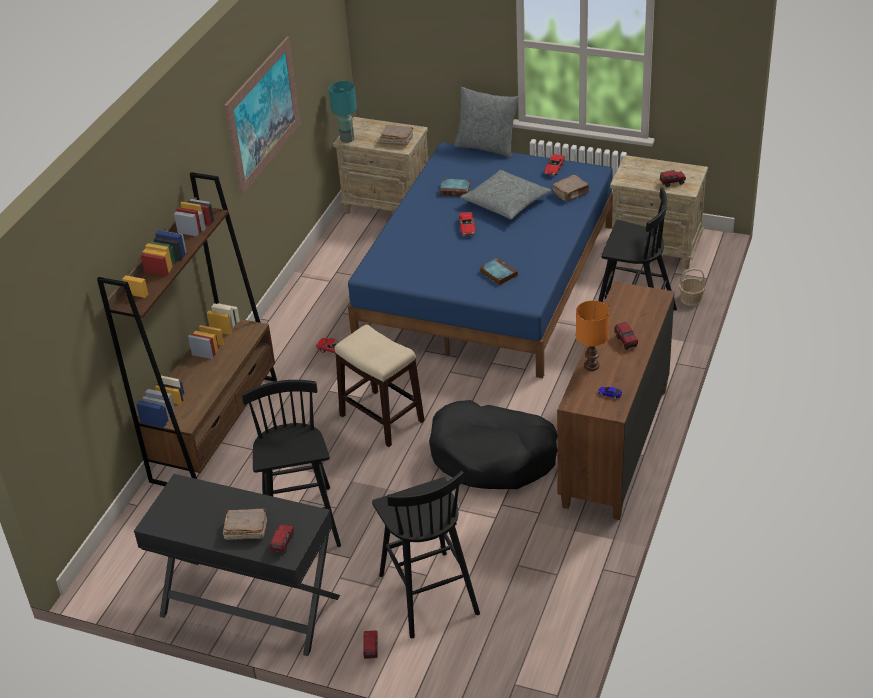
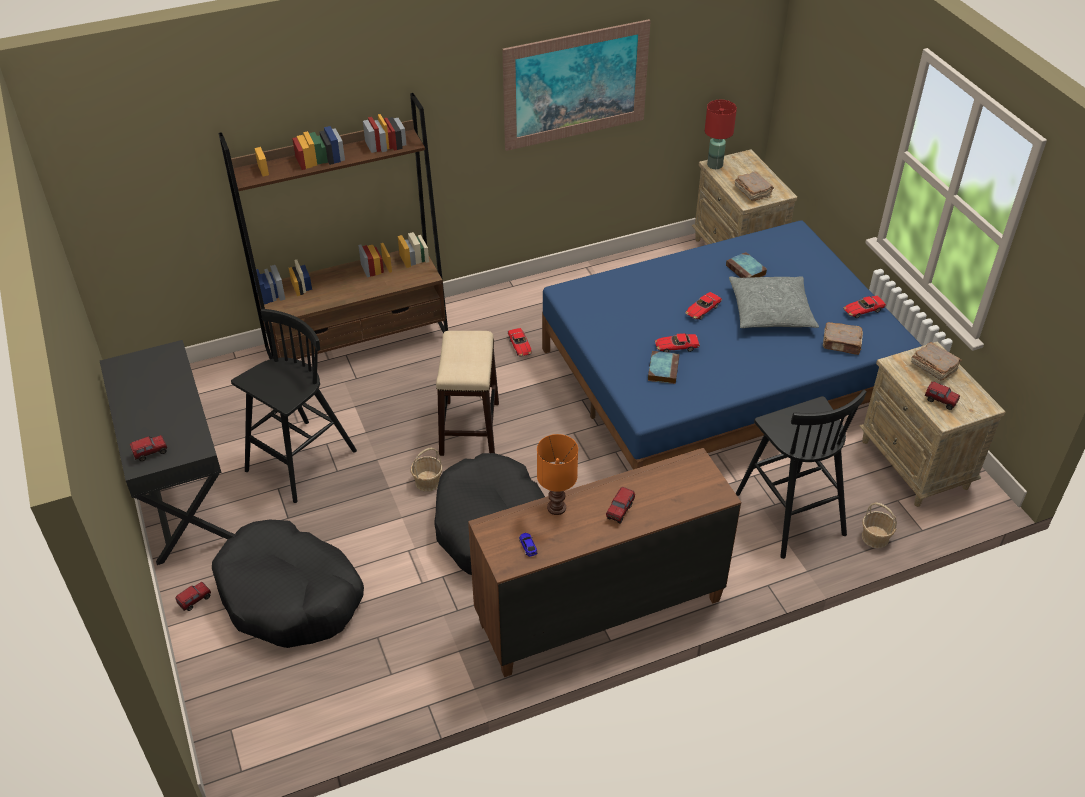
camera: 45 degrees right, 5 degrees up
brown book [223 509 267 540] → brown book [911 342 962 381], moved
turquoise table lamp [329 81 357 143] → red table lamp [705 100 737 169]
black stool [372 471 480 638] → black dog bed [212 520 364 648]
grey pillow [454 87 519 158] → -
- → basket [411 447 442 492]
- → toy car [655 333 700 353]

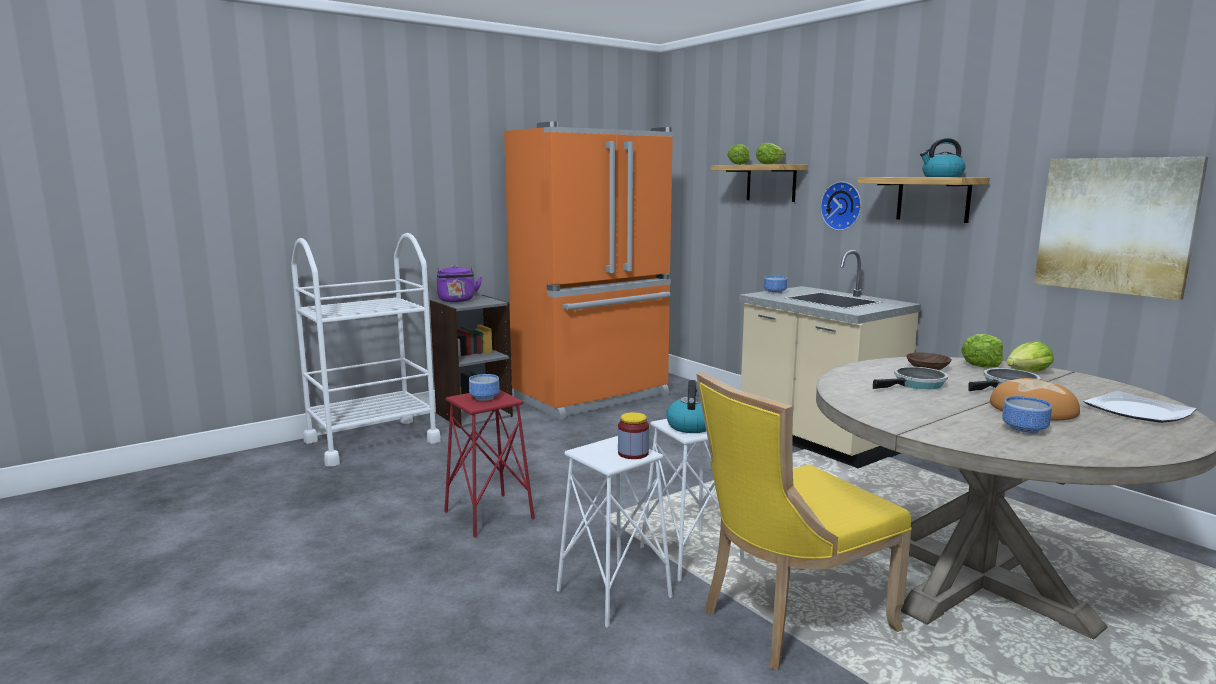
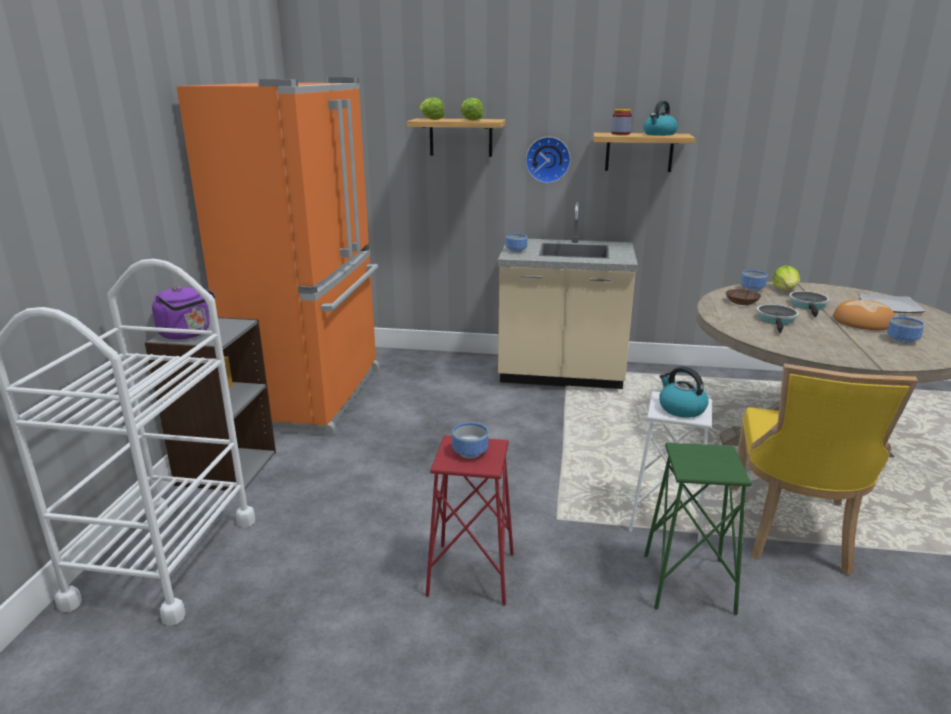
camera: 45 degrees left, 10 degrees up
white stool [557 436 673 628] → green stool [644 443 752 615]
jar [618 412 649 459] → jar [611 109 632 135], moved
lettuce [961 334 1003 368] → bowl [741 270 768 292]
picture [1034 157 1208 300] → -

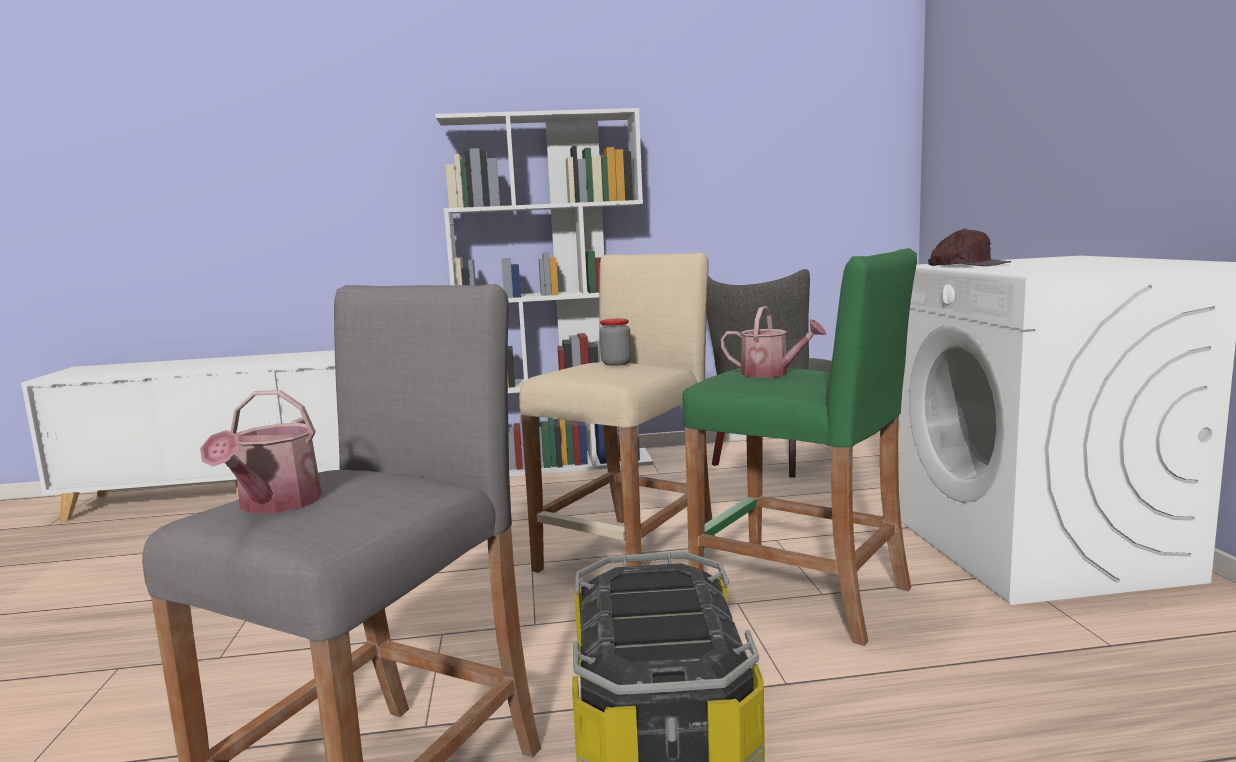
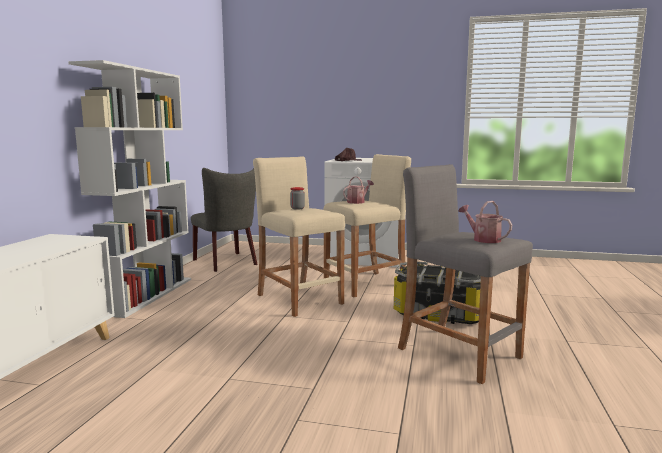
camera: 70 degrees left, 0 degrees up
watering can [200 390 322 514] → watering can [458 201 512 243], 150 degrees counterclockwise
green stool [682 248 917 646] → beige stool [323 154 411 297]

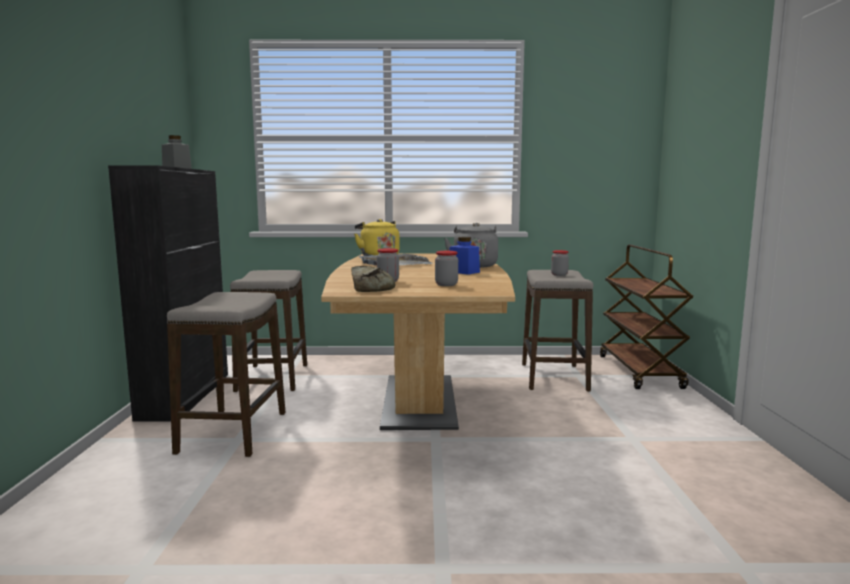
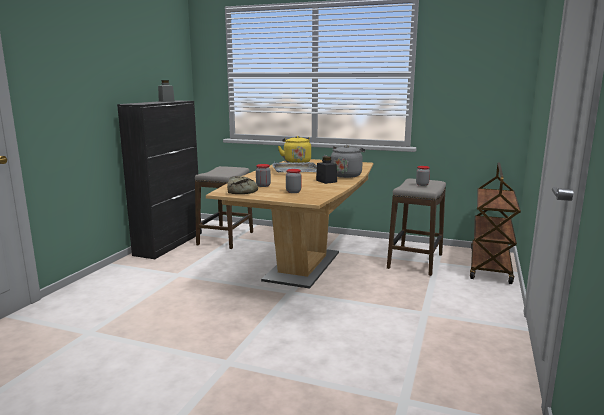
camera: 20 degrees right, 5 degrees up
stool [167 292 286 457] → -
blue jar [449 237 480 275] → black jar [316 156 337 184]

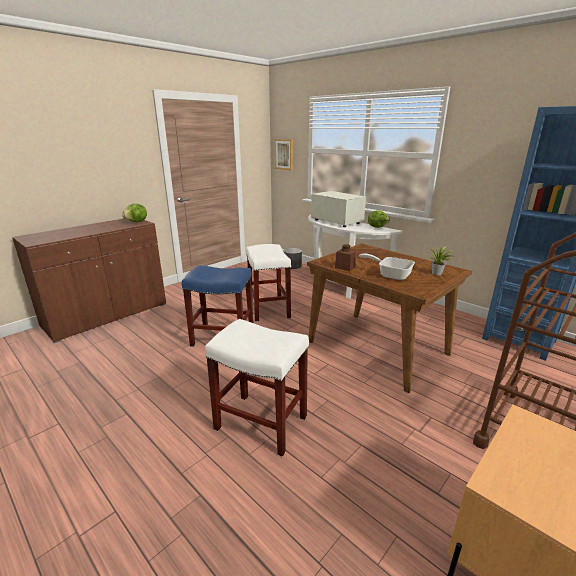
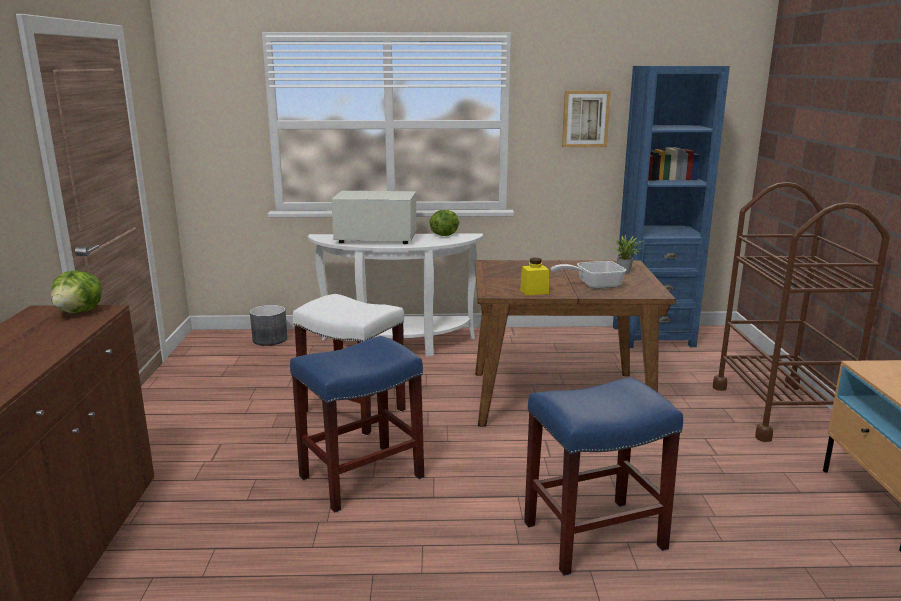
camera: 45 degrees left, 5 degrees down
white stool [205 319 309 457] → blue stool [524 377 683 576]
picture [274 139 293 170] → picture [562 91 611 147], moved
brown jar [335 244 356 271] → yellow jar [520 258 549 295]

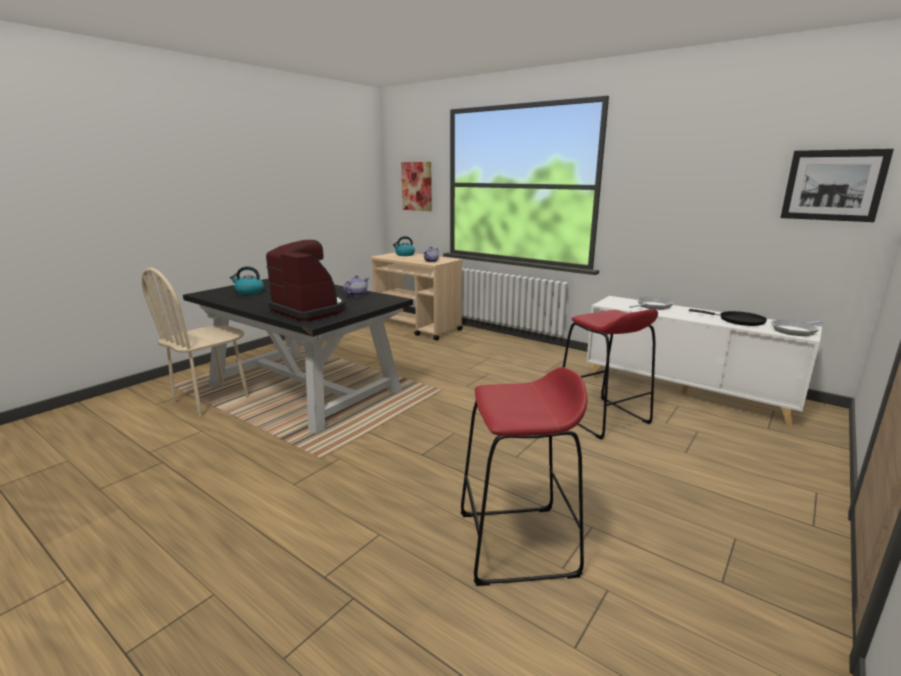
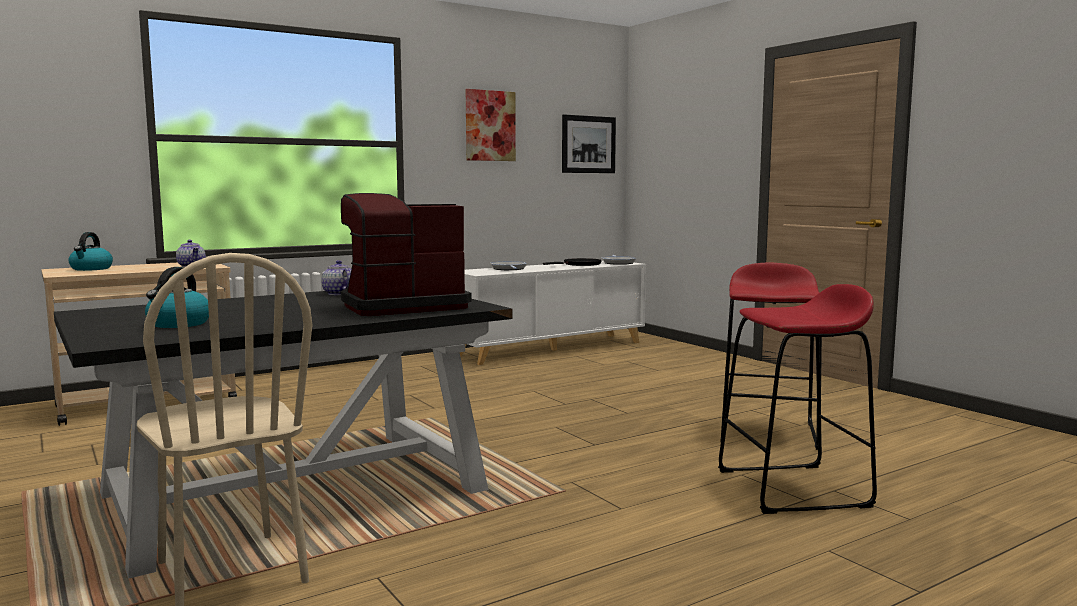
camera: 70 degrees left, 10 degrees down
picture [401 162 432 211] → picture [466 89 516 161], moved
red stool [563 309 658 440] → red stool [718 284 877 514], moved

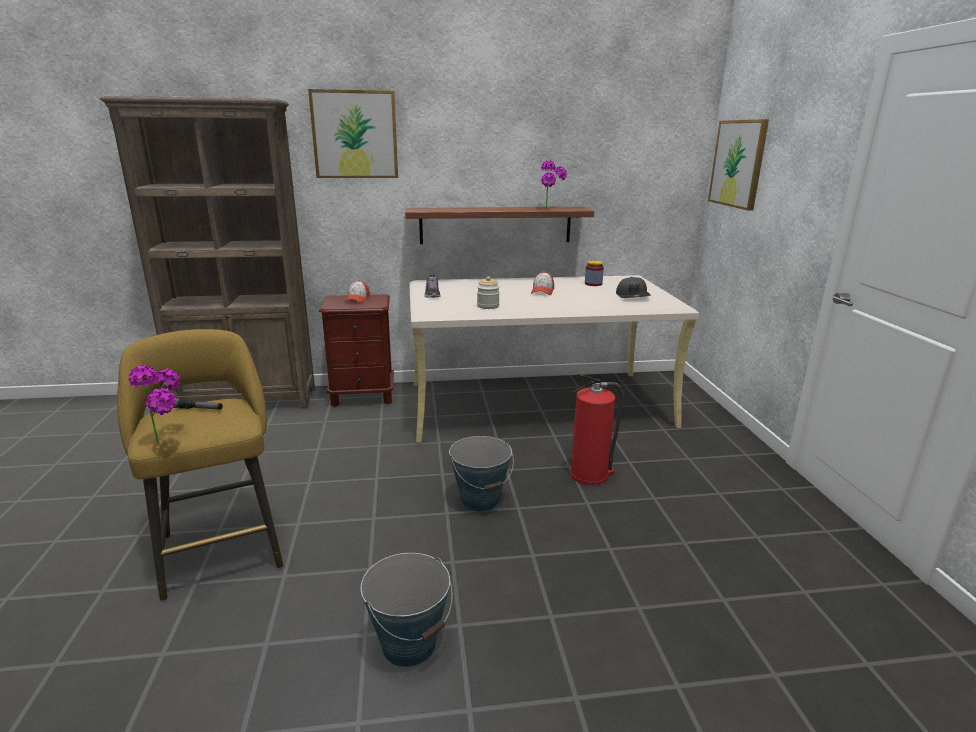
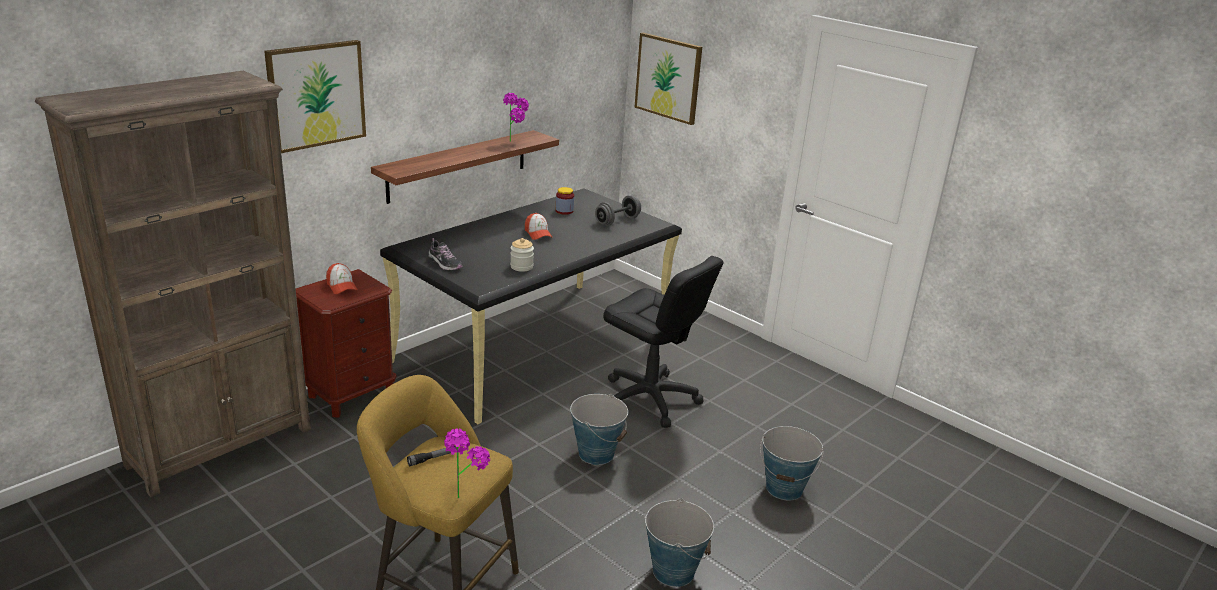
camera: 40 degrees left, 5 degrees up
beige desk [409 275 699 443] → black desk [380 189 682 424]
fire extinguisher [570 374 624 486] → black office chair [603 256 723 428]
grey cap [616 277 651 298] → grey dumbbell [595 195 641 226]
- → bucket [760 426 824 501]

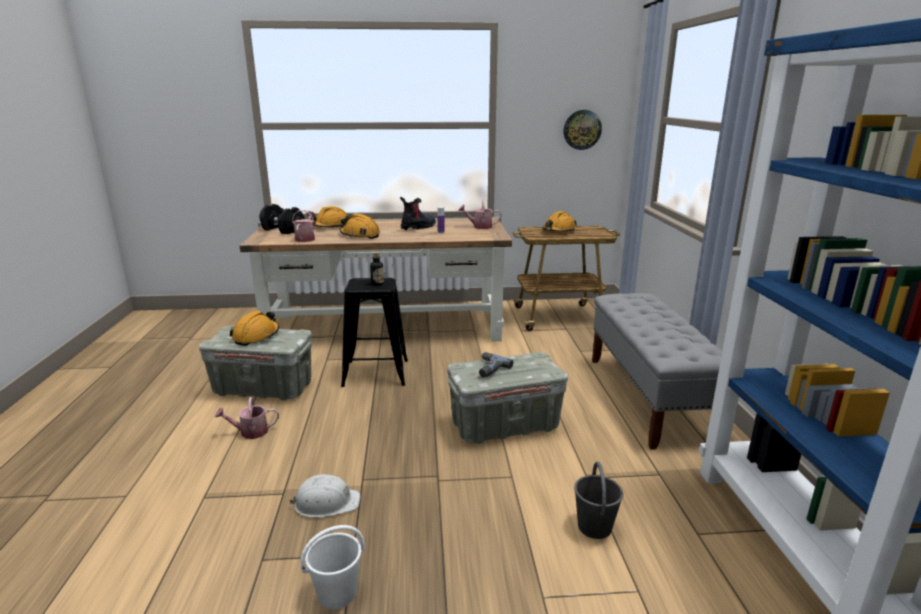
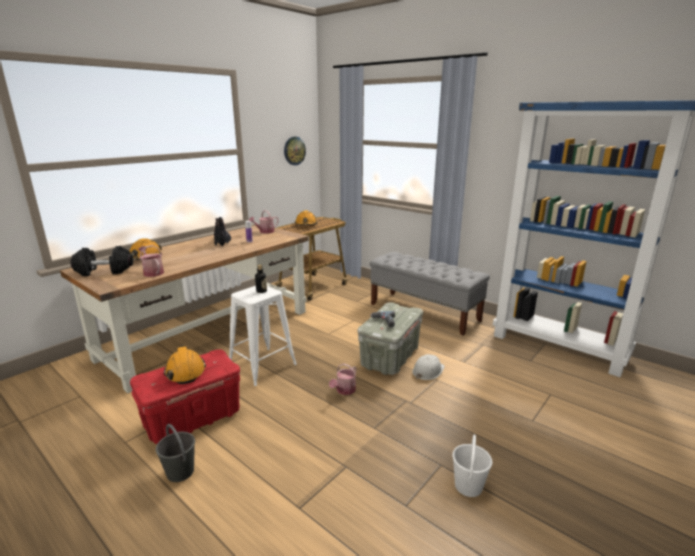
camera: 45 degrees left, 0 degrees up
grey storage box [199 326 312 400] → red storage box [130 349 240 444]
watering can [215 397 279 439] → watering can [329 363 356 395], moved
white hard hat [290 474 361 518] → white hard hat [412 354 445 380], moved
orange hard hat [340 214 380 239] → -
black stool [341 278 408 387] → white stool [229 286 297 386]
grey bucket [574 461 623 539] → grey bucket [156 424 195 482], moved

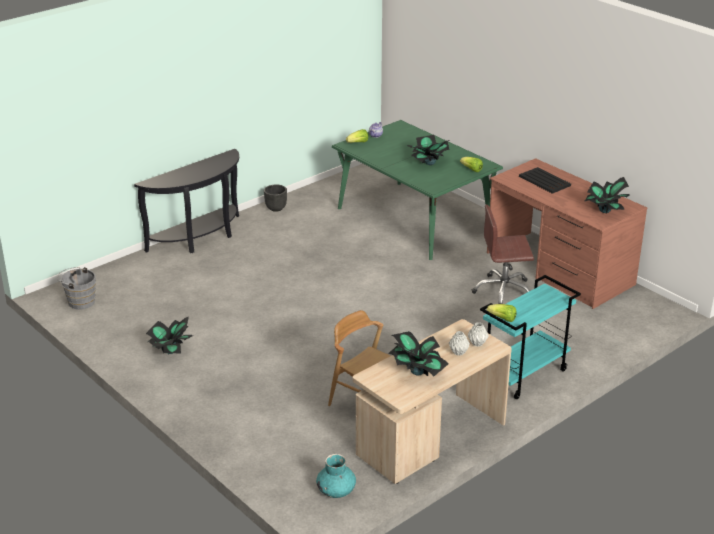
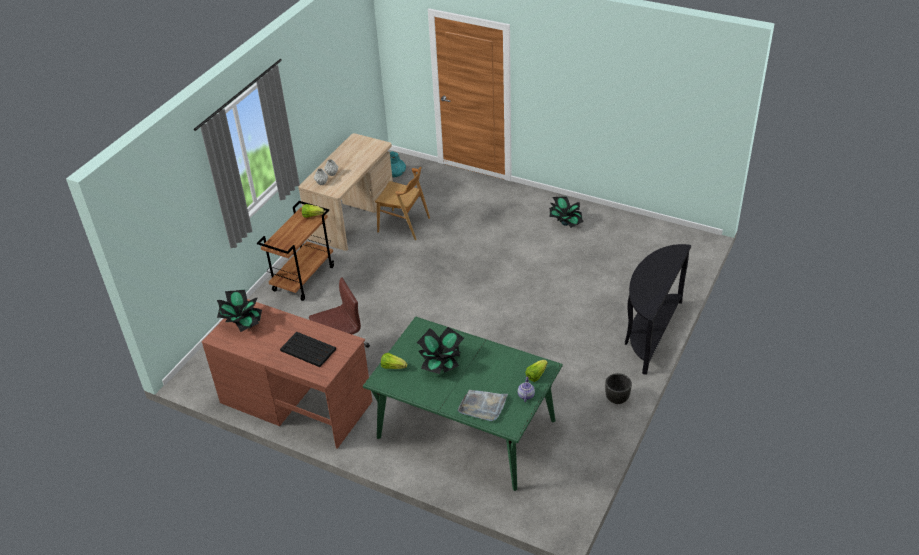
camera: 160 degrees right, 10 degrees up
grey bucket [57 267 96 310] → -
potted plant [388 331 448 376] → -
turquoise cart [480 275 581 399] → brown cart [257 201 334 301]
- → grey tray [458 390 508 421]

